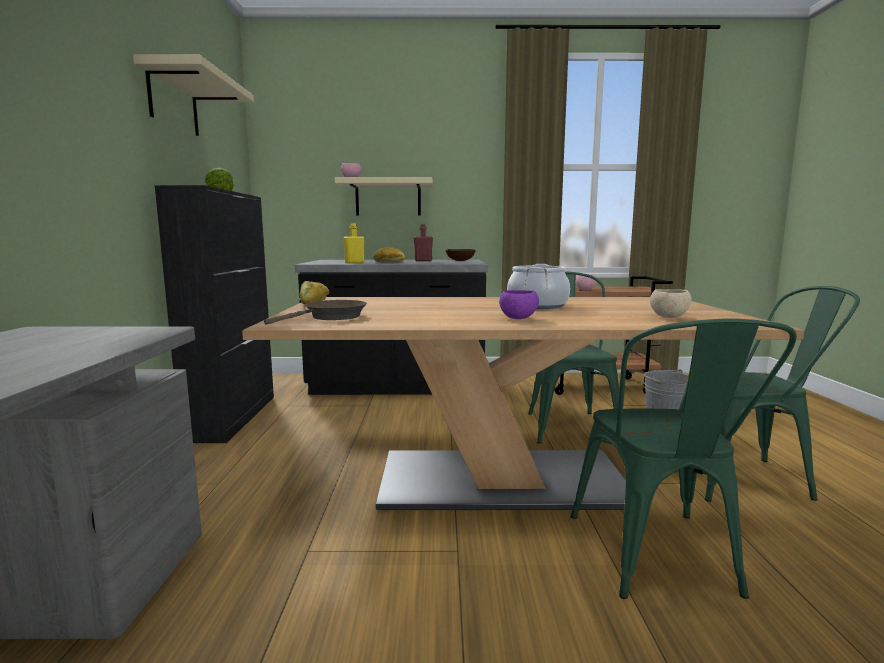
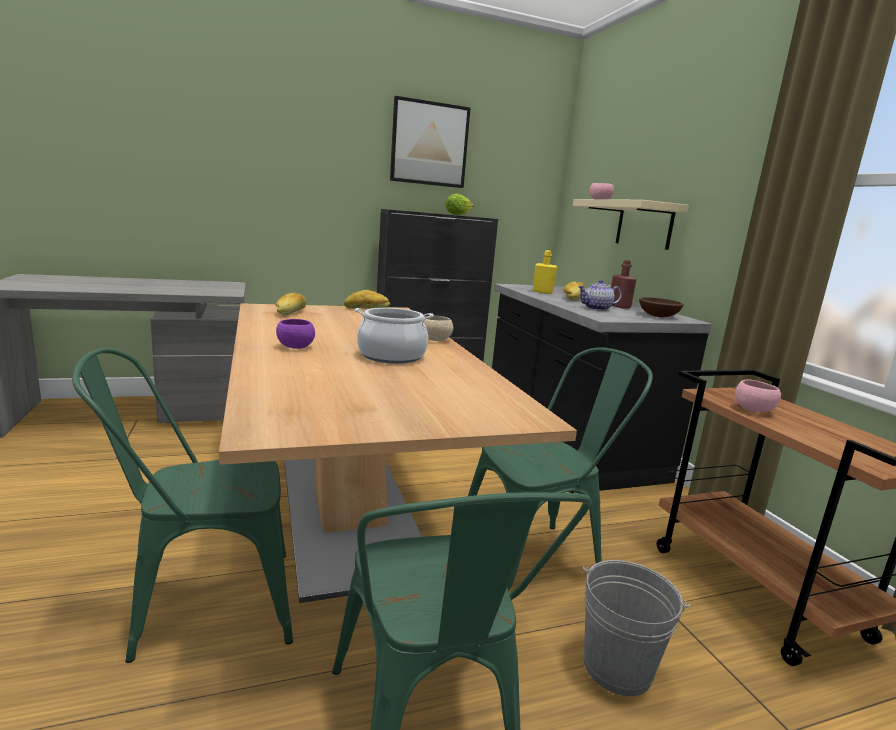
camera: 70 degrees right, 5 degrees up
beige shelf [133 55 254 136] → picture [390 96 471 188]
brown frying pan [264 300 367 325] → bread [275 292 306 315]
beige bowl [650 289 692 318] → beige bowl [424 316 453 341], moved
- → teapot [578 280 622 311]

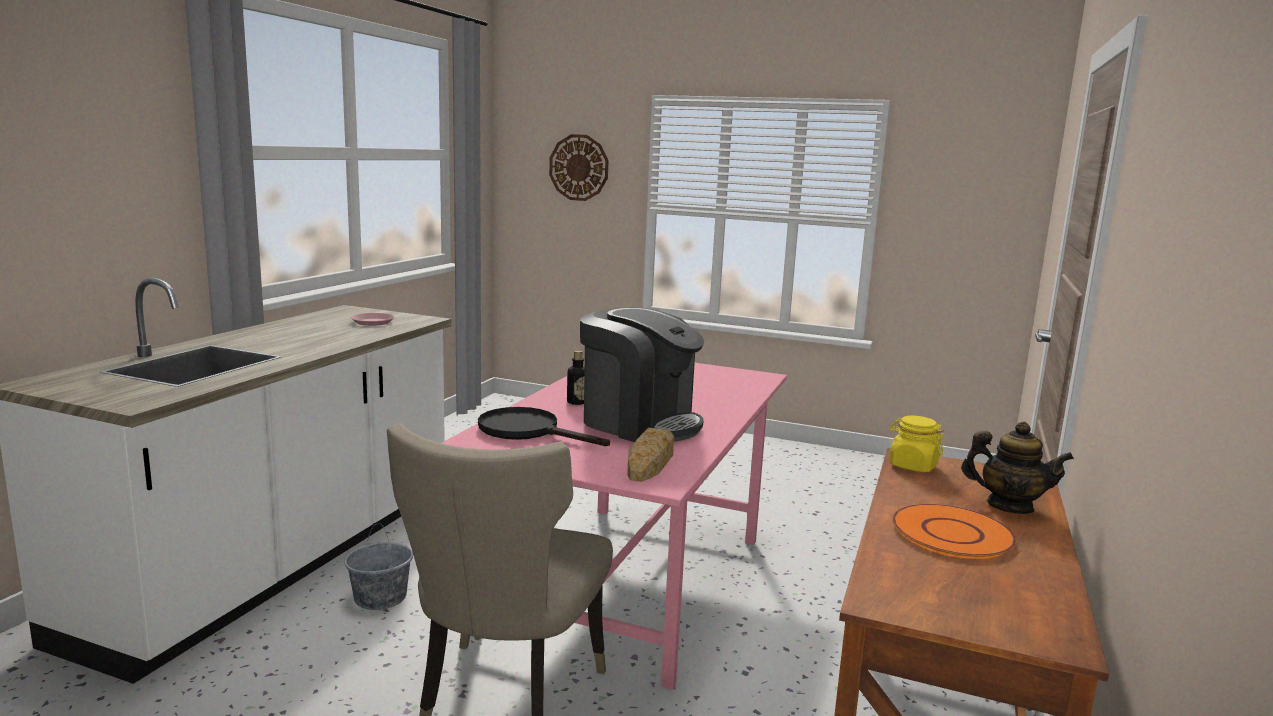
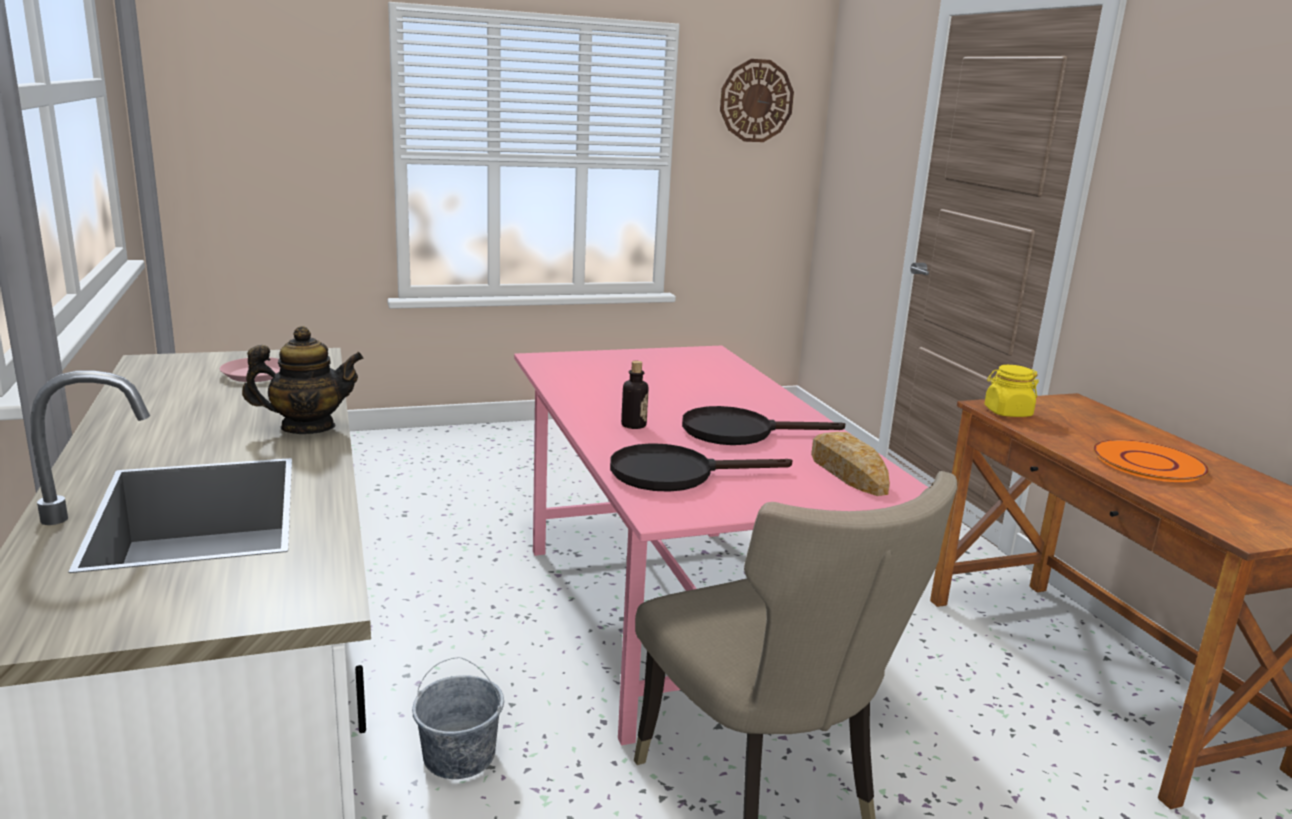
camera: 40 degrees left, 5 degrees up
wall clock [549 134 609 201] → wall clock [720 59 794 142], moved
coffee machine [580 307 704 442] → black frying pan [682 406 845 445]
teapot [961 422 1074 514] → teapot [242 326 364 434], moved

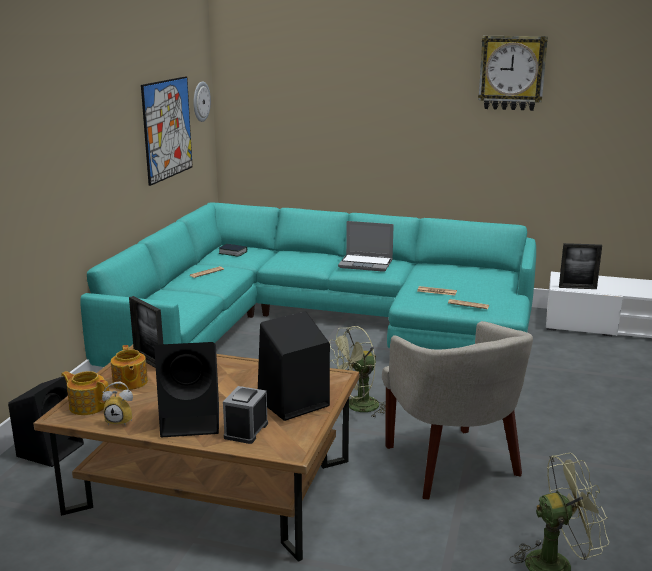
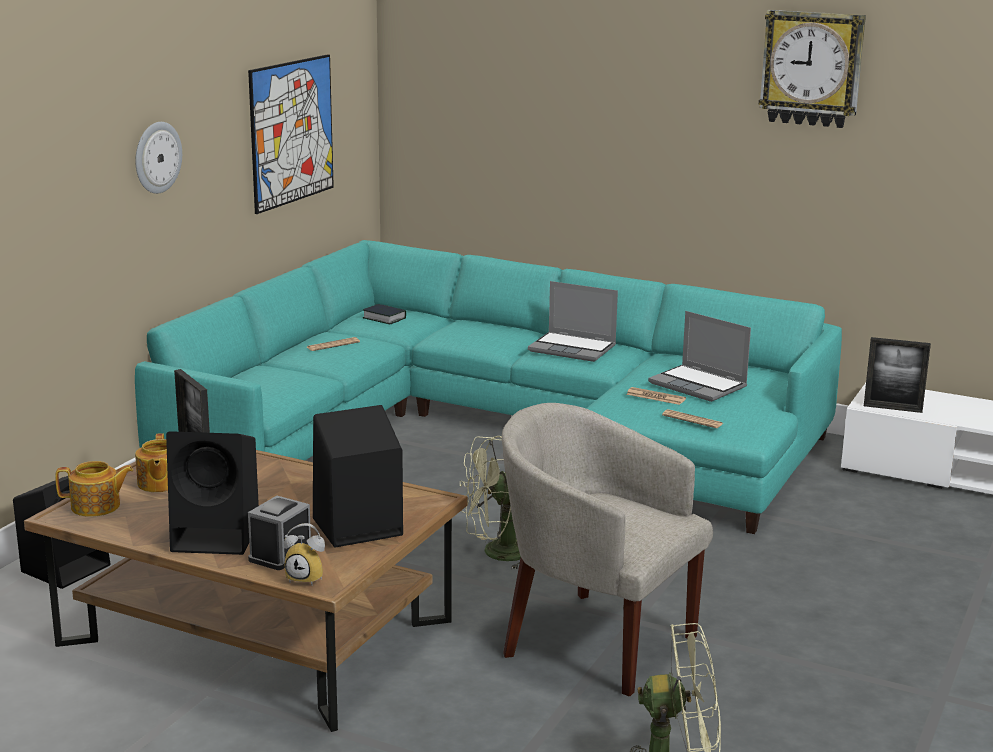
camera: 10 degrees right, 0 degrees up
teapot [61 371 109 415] → teapot [55 461 133 517], 135 degrees clockwise
alarm clock [102 382 133 426] → alarm clock [284 523 325 585], moved
wall clock [193 81 211 122] → wall clock [135 122 182 194], moved
beige armchair [382 321 533 500] → beige armchair [502 403 713 696], 135 degrees clockwise
- → laptop [648 311 751 402]

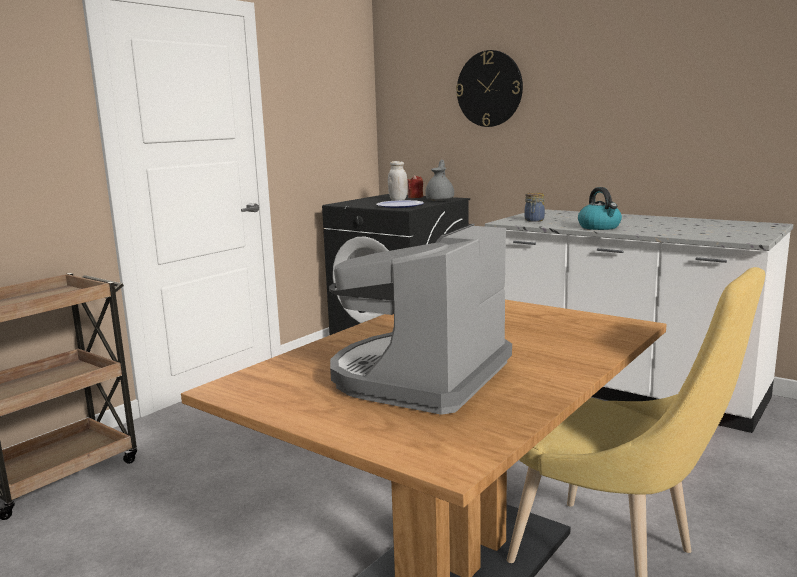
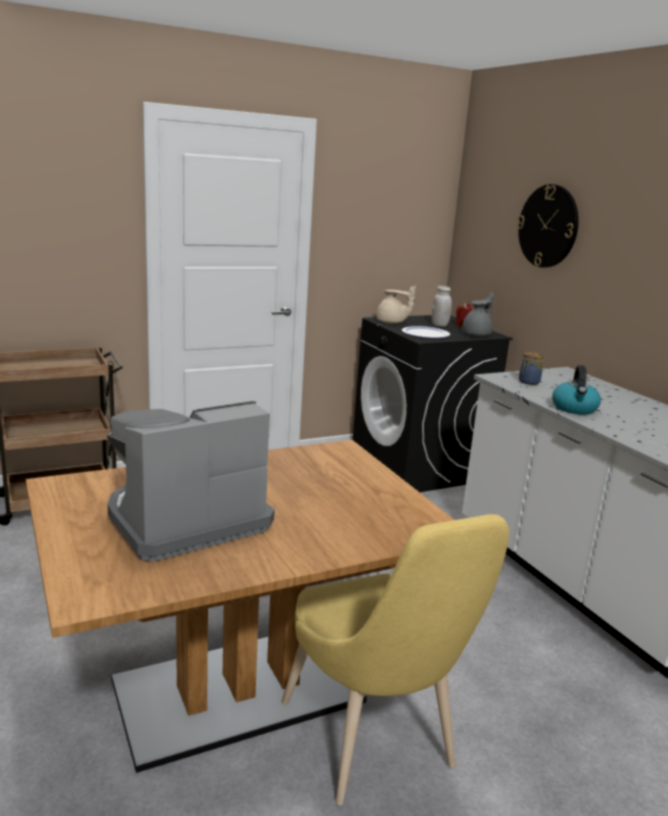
camera: 25 degrees right, 5 degrees up
- → beige teapot [376 286 416 324]

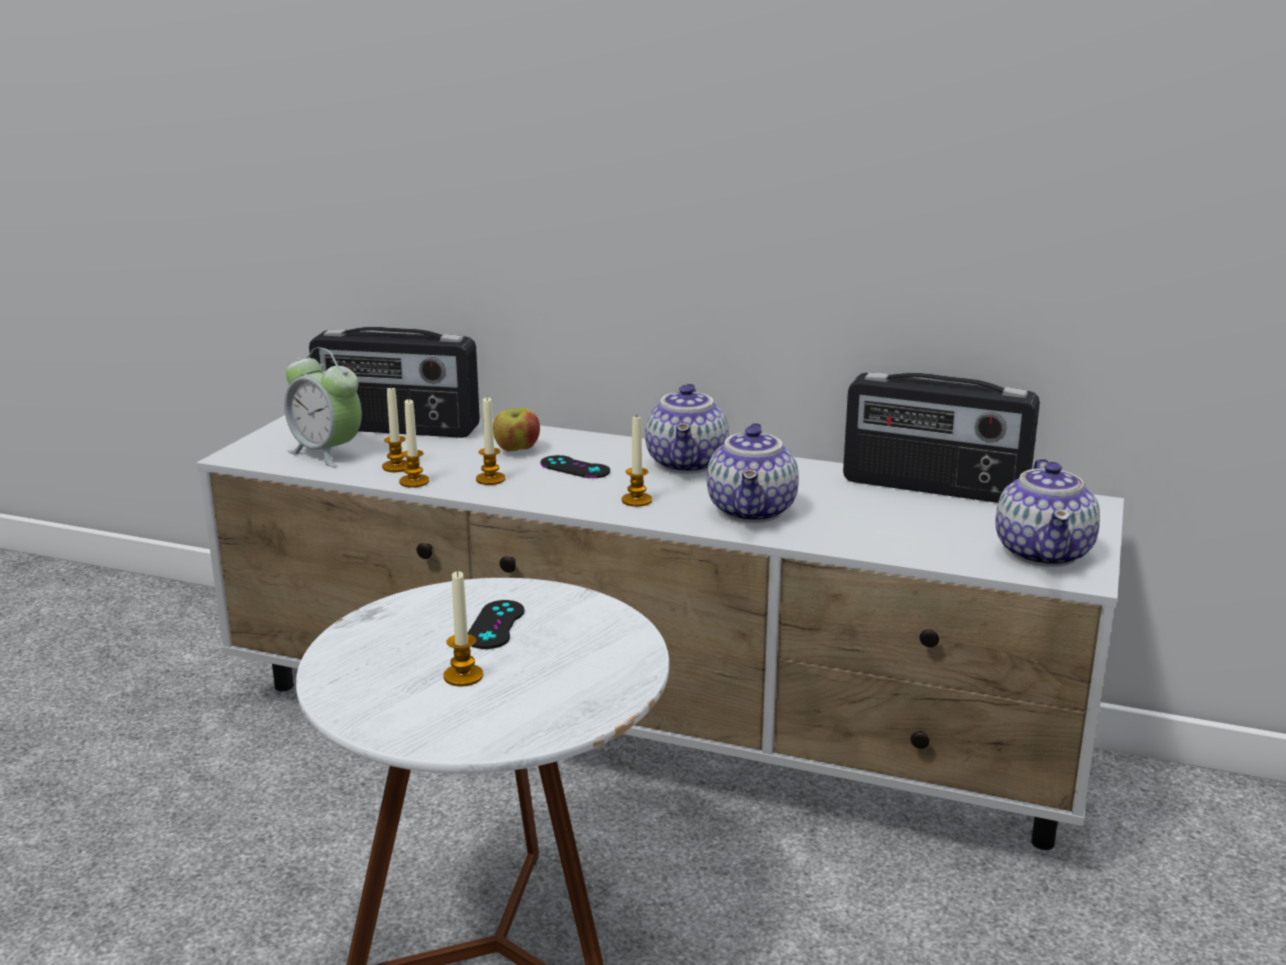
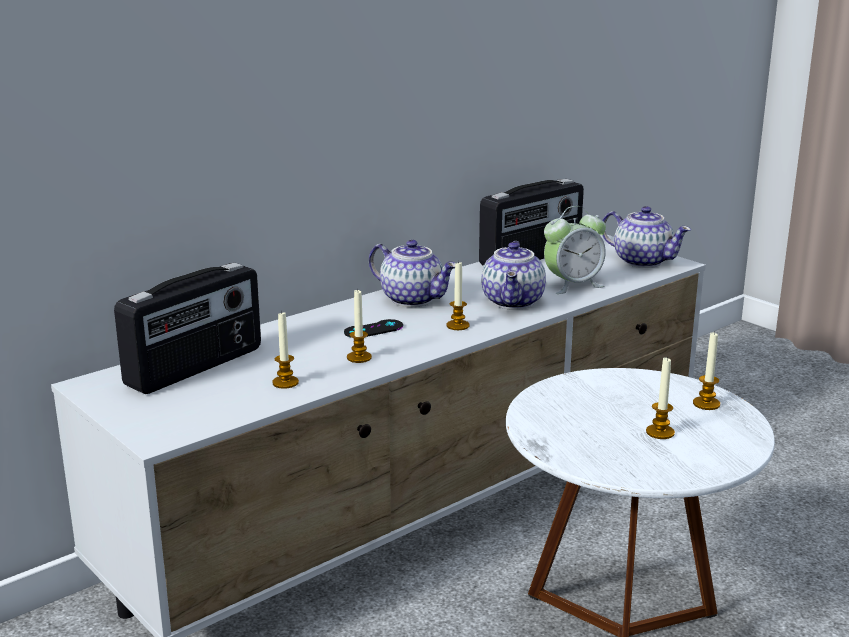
camera: 60 degrees left, 0 degrees up
alarm clock [284 347 362 467] → alarm clock [544 206 606 294], moved
candle [399 398 429 488] → candle [693 331 720 410], moved
black game controller [468 600 524 649] → -
apple [493 408 540 452] → -
teapot [707 423 799 523] → teapot [481 241 546 310], 60 degrees clockwise

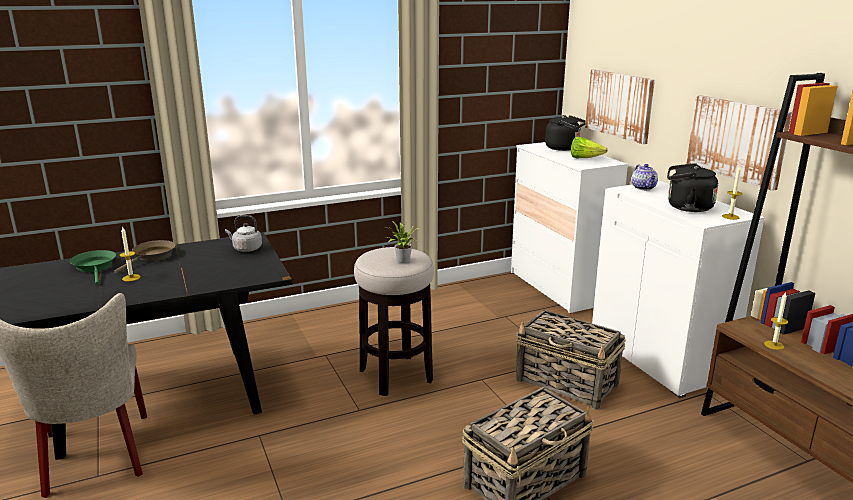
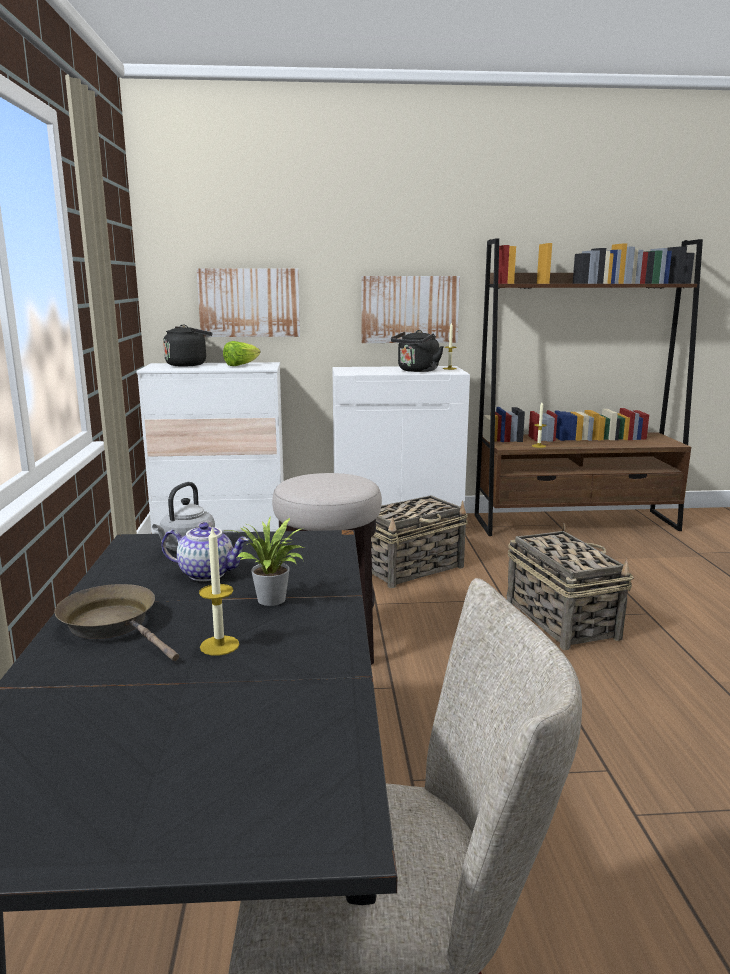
camera: 70 degrees left, 5 degrees down
green frying pan [70 250 116 285] → -
potted plant [388 221 419 263] → potted plant [223 516 304 606], moved
teapot [632 164 658 190] → teapot [161 522 249 581], moved

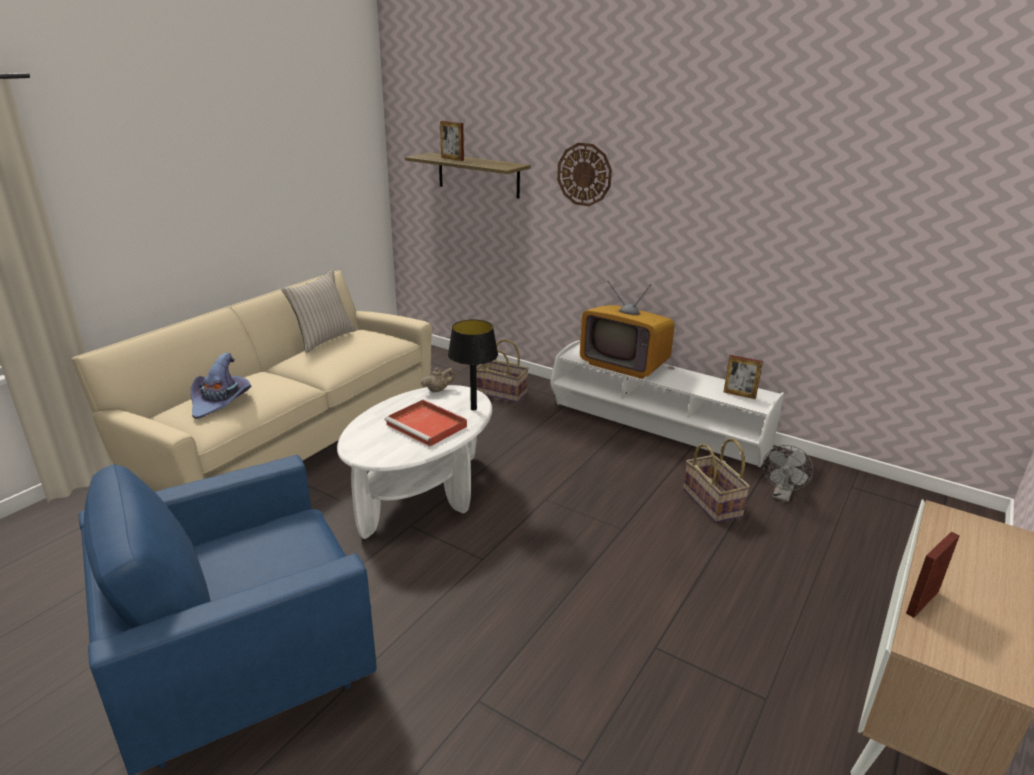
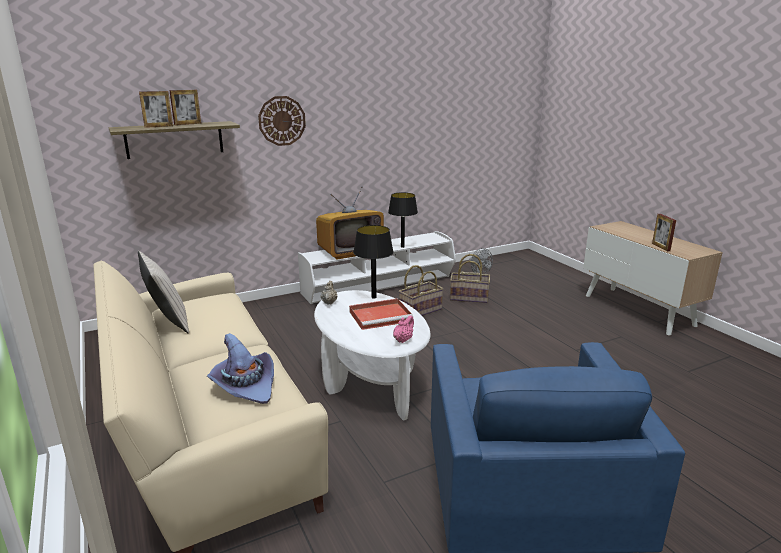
camera: 60 degrees left, 5 degrees down
basket [476 339 529 402] → basket [399 265 443 316], moved
picture frame [724 355 763 399] → picture frame [169 90 201 125], moved
- → black table lamp [388 192 418 248]
- → pink teapot [393 315 414 343]

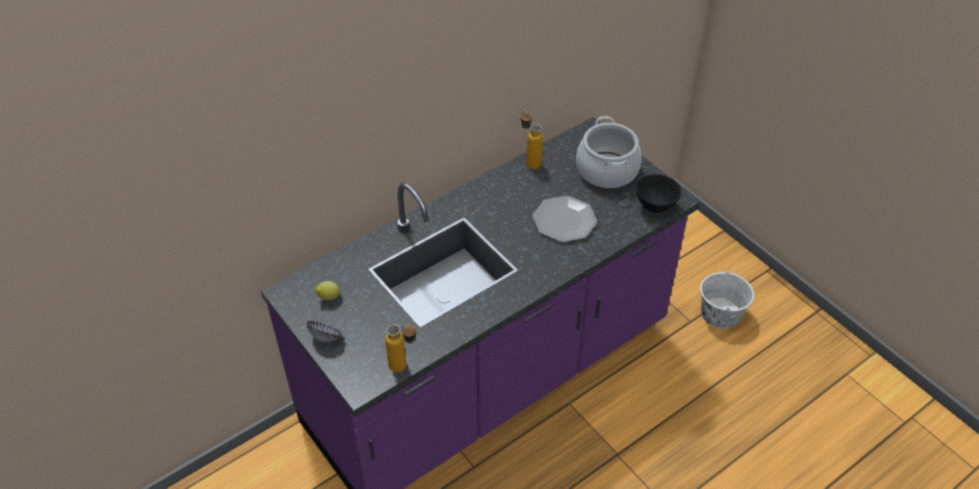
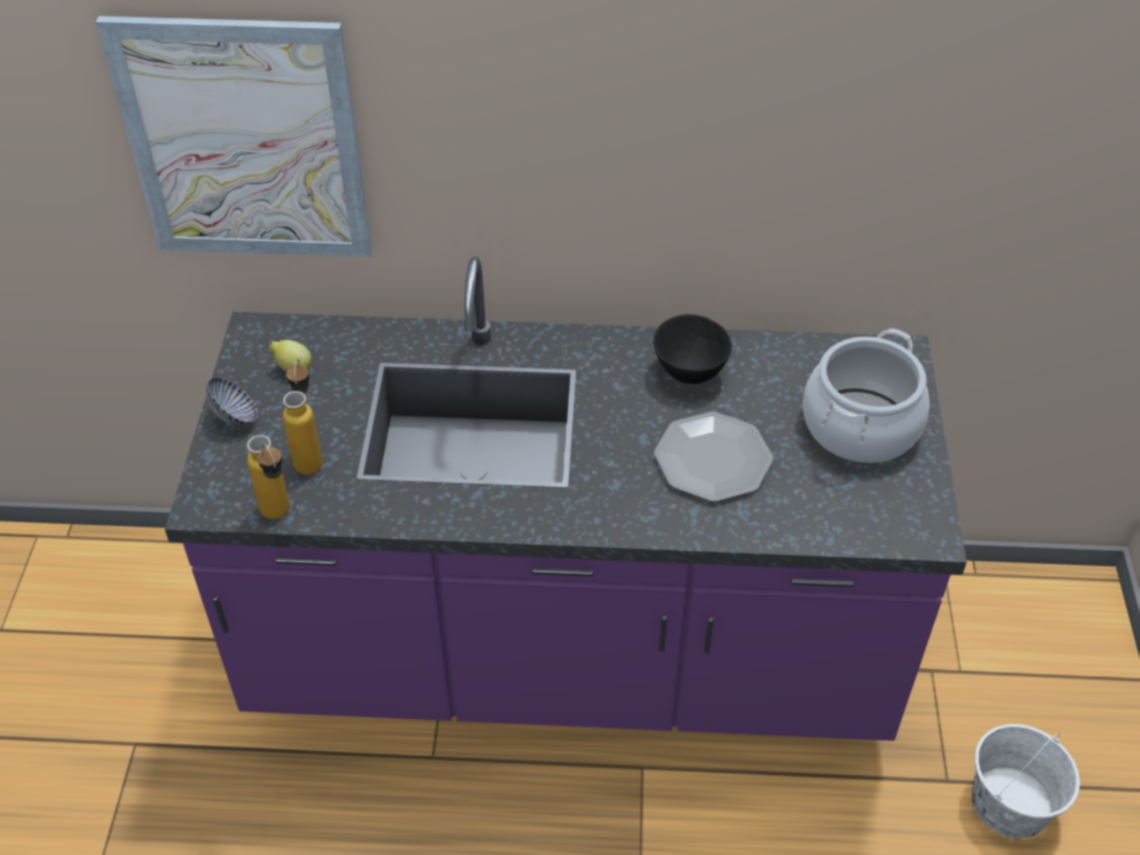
camera: 40 degrees right, 0 degrees up
bottle [521 110 543 170] → bottle [283 359 323 475], moved
black bowl [636 174 681 213] → black bowl [653 314 732 384], moved
- → picture [96 16 372 257]

